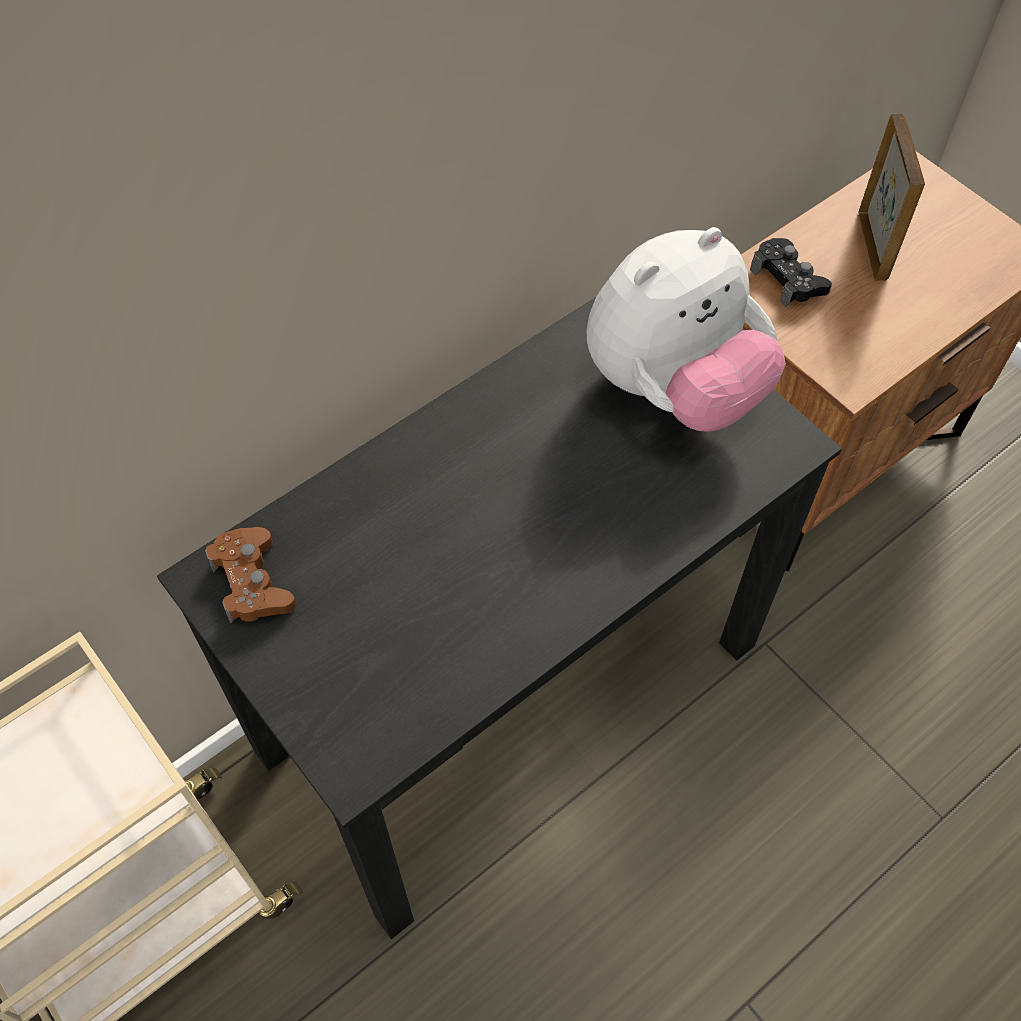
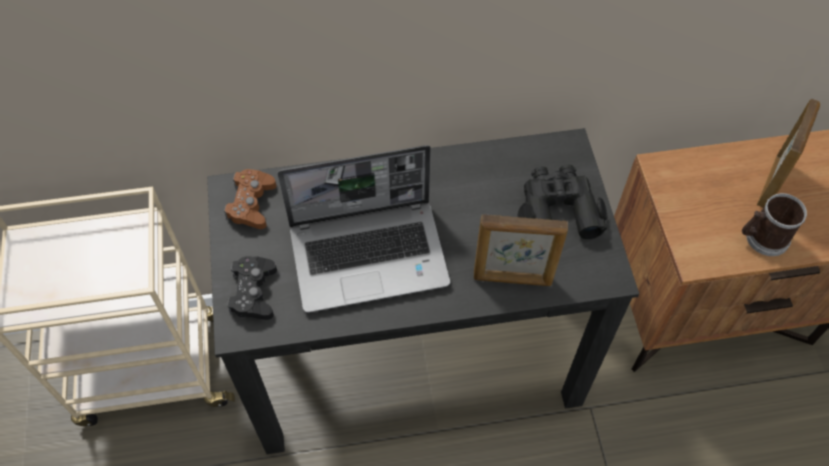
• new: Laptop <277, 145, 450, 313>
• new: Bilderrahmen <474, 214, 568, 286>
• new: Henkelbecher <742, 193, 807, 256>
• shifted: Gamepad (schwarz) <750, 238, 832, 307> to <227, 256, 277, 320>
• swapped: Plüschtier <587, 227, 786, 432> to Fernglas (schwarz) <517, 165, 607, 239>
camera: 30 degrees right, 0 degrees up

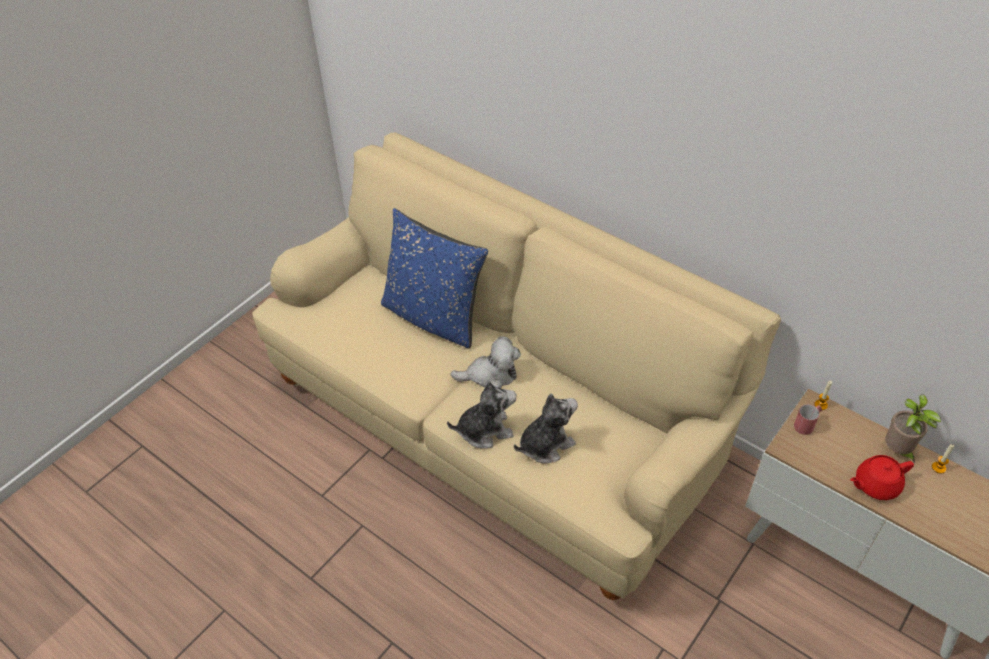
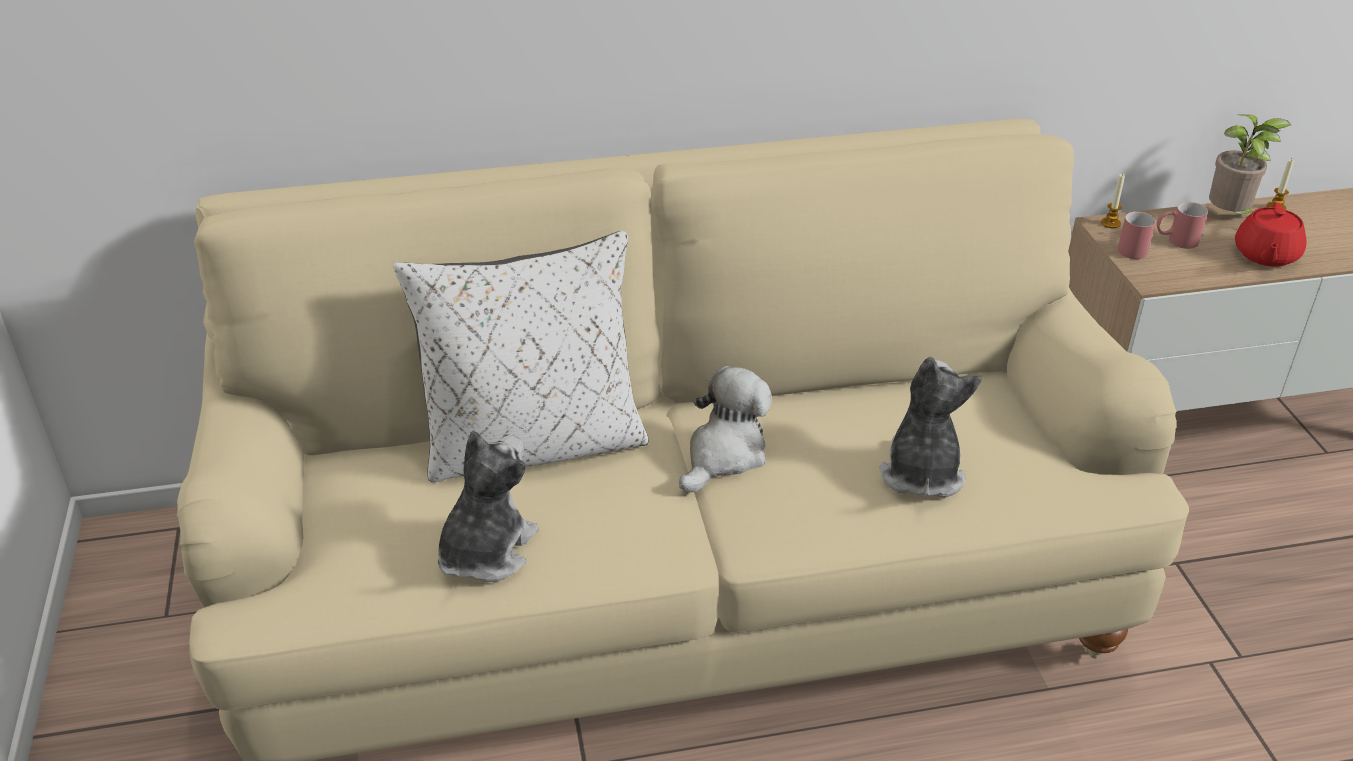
• new: Henkelbecher (rot) <1157, 202, 1208, 249>
• shifted: Plüschtier <447, 380, 517, 448> to <438, 430, 539, 583>
• repainted: Kissen (blau) <381, 208, 488, 349> to Kissen (weiß) <394, 231, 649, 483>
camera: 50 degrees left, 10 degrees down

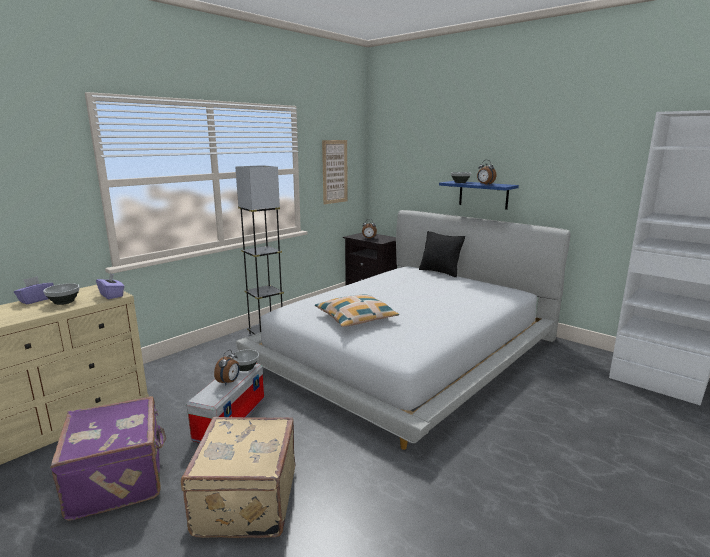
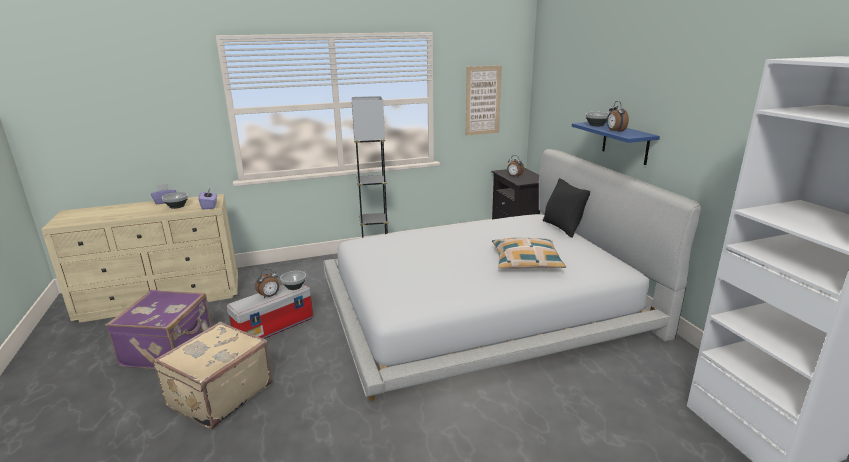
• shifted: Kissen <315, 294, 399, 327> to <492, 238, 566, 268>
camera: 30 degrees right, 5 degrees up

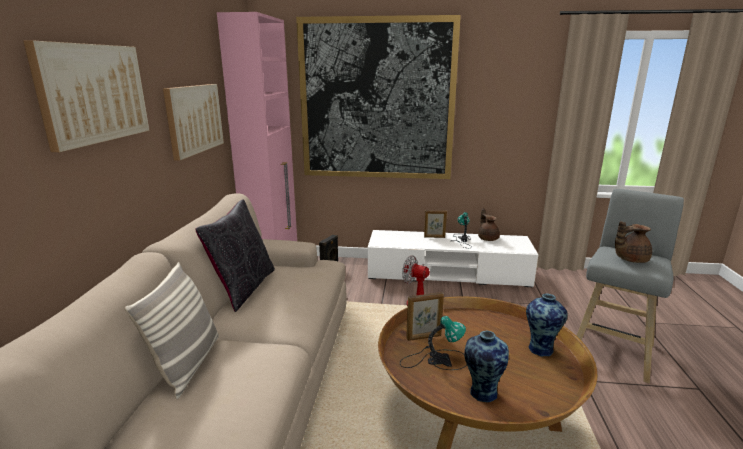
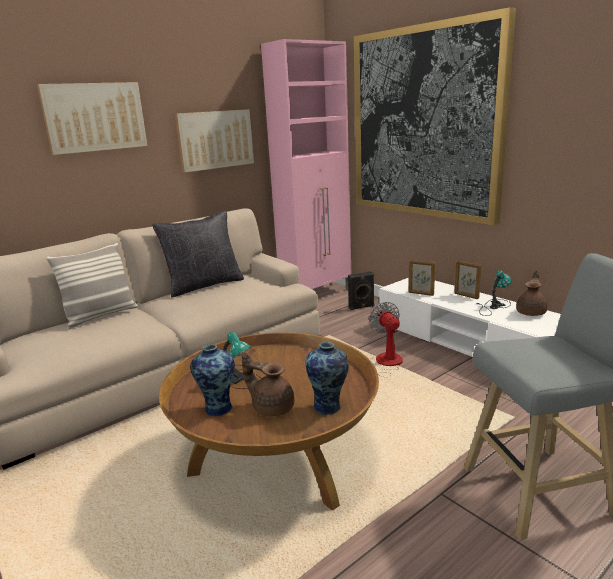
• shifted: Bilderrahmen <406, 292, 444, 341> to <409, 259, 435, 296>
• shifted: Teekanne (braun) <615, 221, 652, 263> to <242, 352, 295, 417>
camera: 45 degrees right, 0 degrees up

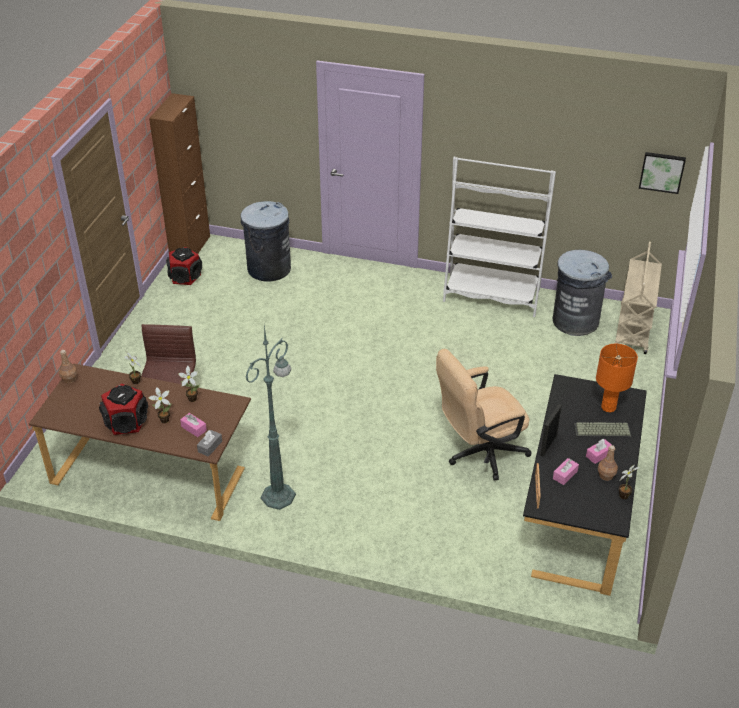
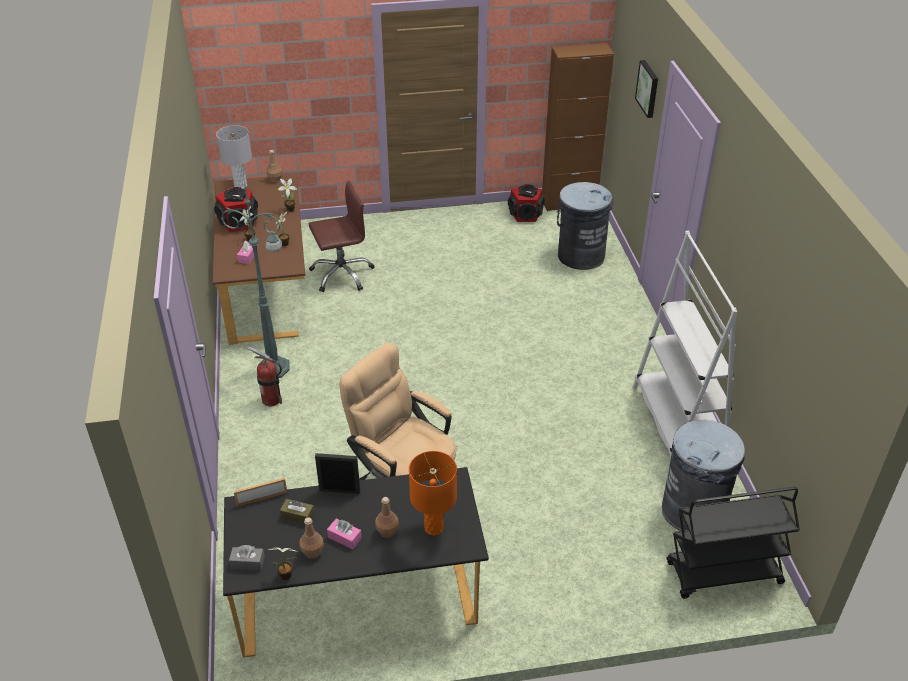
• new: Tischlampe (grau) <216, 125, 252, 189>
• new: Feuerlöscher <247, 346, 282, 406>
• shifted: Taschentuchbox (grau) <197, 430, 222, 457> to <229, 545, 265, 570>
• shifted: Bild <639, 152, 686, 194> to <635, 60, 658, 118>
• swapped: Tastatur <574, 422, 631, 438> to Flasche (braun) <375, 497, 399, 538>
• repainted: Taschentuchbox (rosa) <553, 458, 579, 485> to Taschentuchbox (braun) <280, 499, 315, 524>
• repainted: Rollwagen (beige) <614, 242, 662, 354> to Rollwagen (schwarz) <666, 487, 800, 599>
camera: 65 degrees right, 0 degrees up

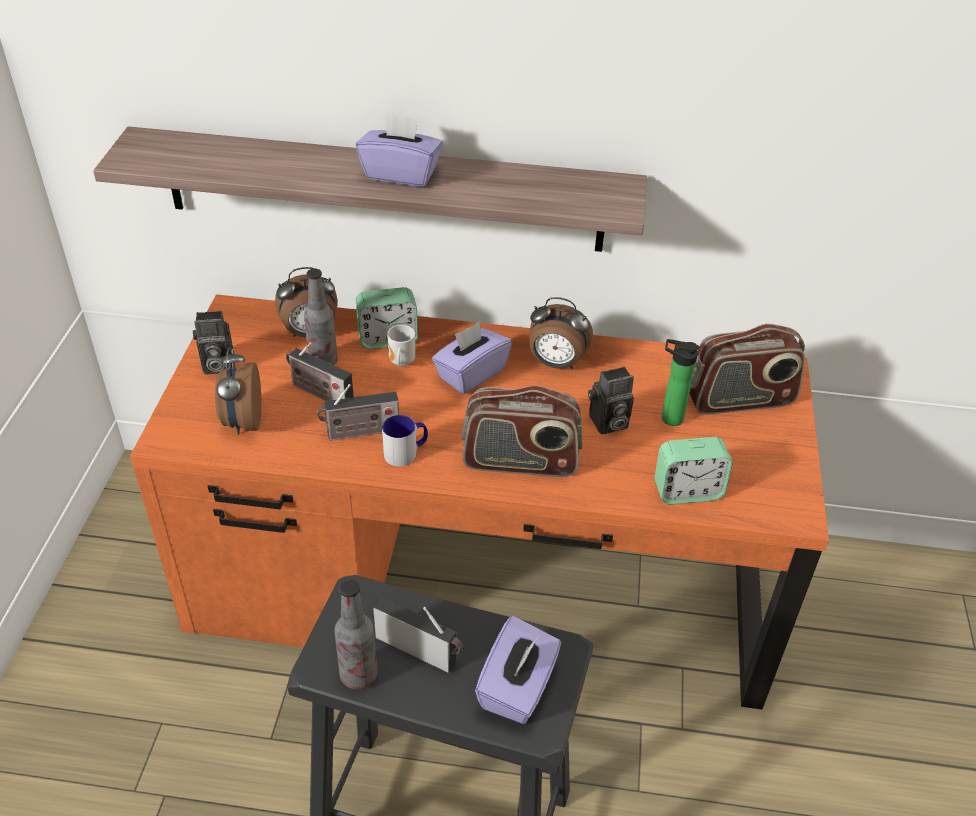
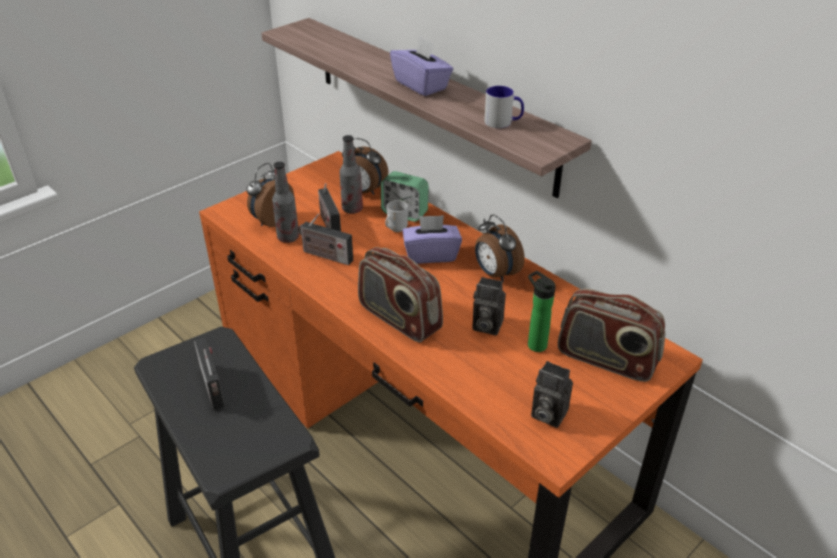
• gone: Taschentuchbox (lila) <475, 616, 561, 724>
• gone: Wecker <654, 437, 733, 504>
• shifted: Kamera <193, 311, 233, 374> to <531, 361, 573, 428>
• shifted: Flasche <334, 580, 378, 689> to <272, 162, 299, 243>
• shifted: Henkelbecher <382, 415, 428, 466> to <484, 86, 524, 128>
camera: 40 degrees right, 5 degrees down

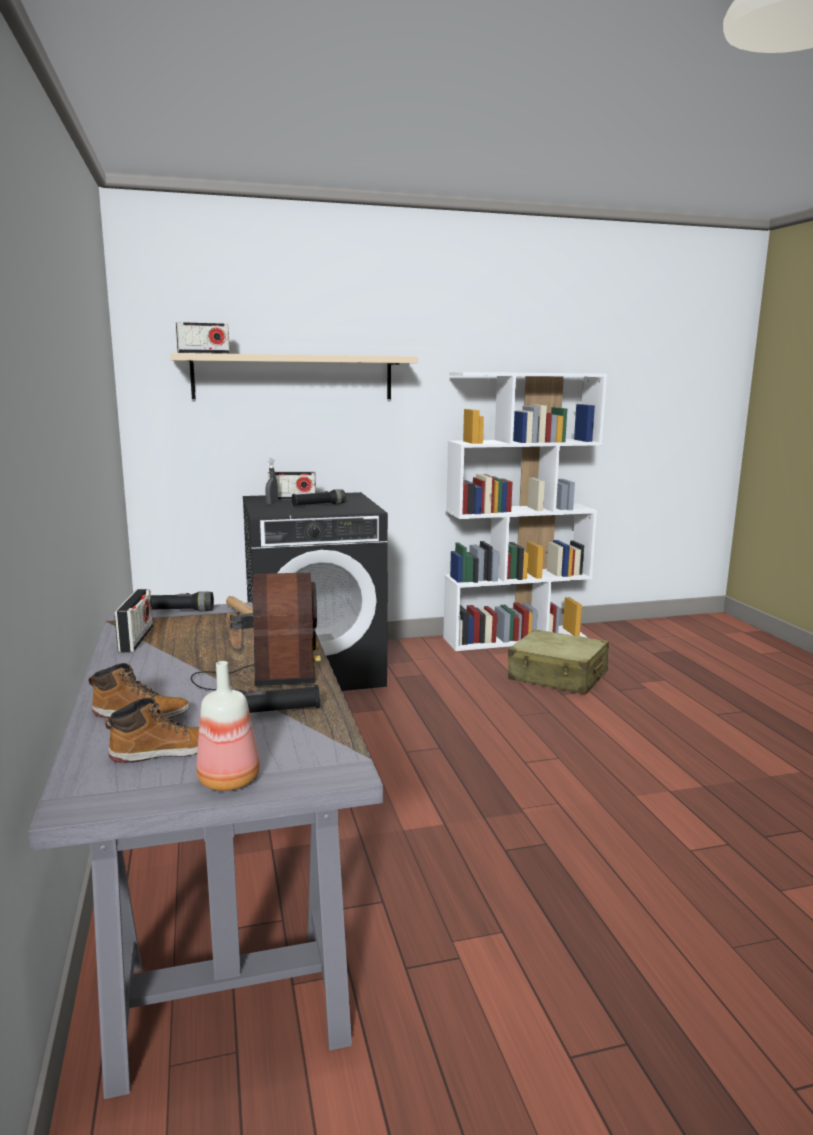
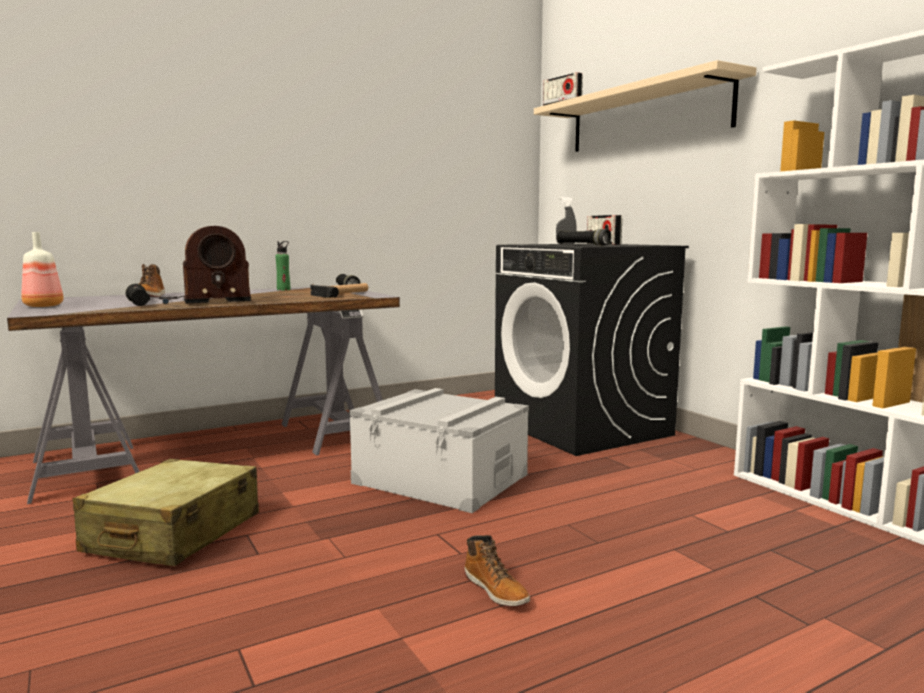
• new: Aufbewahrungsbox (grau) <349, 388, 529, 513>
• shifted: Stiefel <105, 698, 199, 763> to <465, 535, 530, 607>
• shifted: Koffer (beige) <508, 629, 609, 694> to <73, 459, 259, 566>
• swapped: Radio <114, 589, 153, 653> to Flasche (grün) <276, 241, 290, 290>
camera: 75 degrees right, 5 degrees down

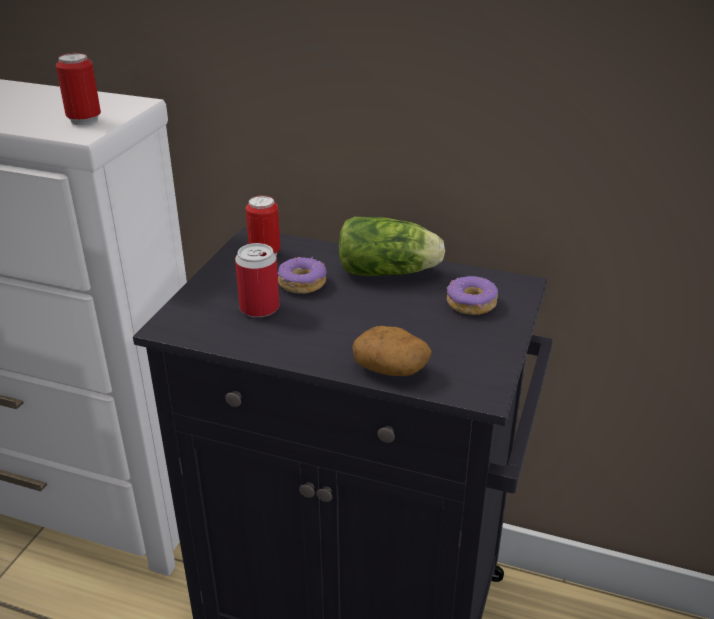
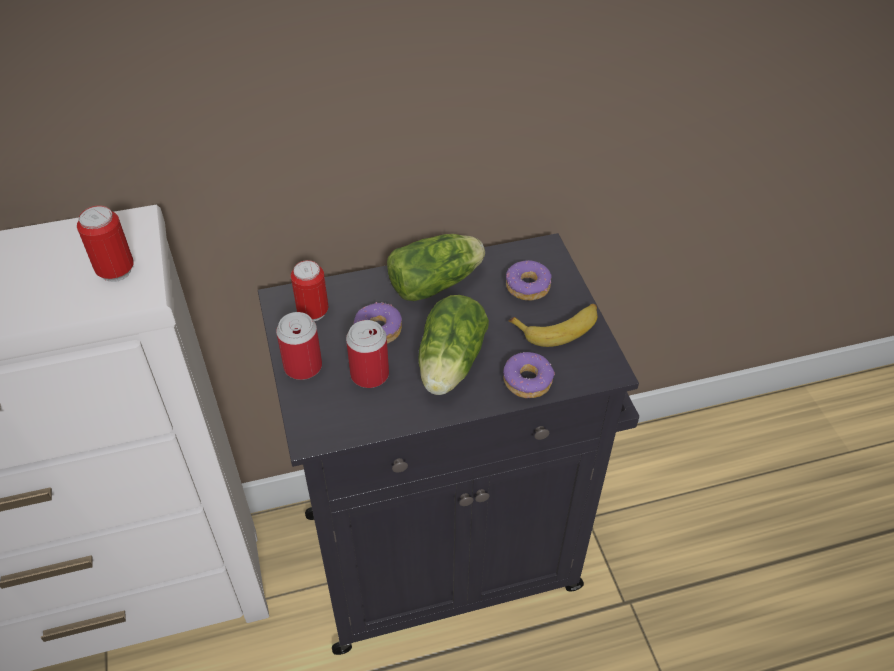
• new: Dose <276, 312, 322, 380>
• new: Salatkopf <418, 295, 489, 395>
• new: Banane <509, 304, 598, 347>
• swapped: Kartoffel <352, 326, 432, 376> to Donut <503, 352, 555, 398>
camera: 35 degrees left, 15 degrees up

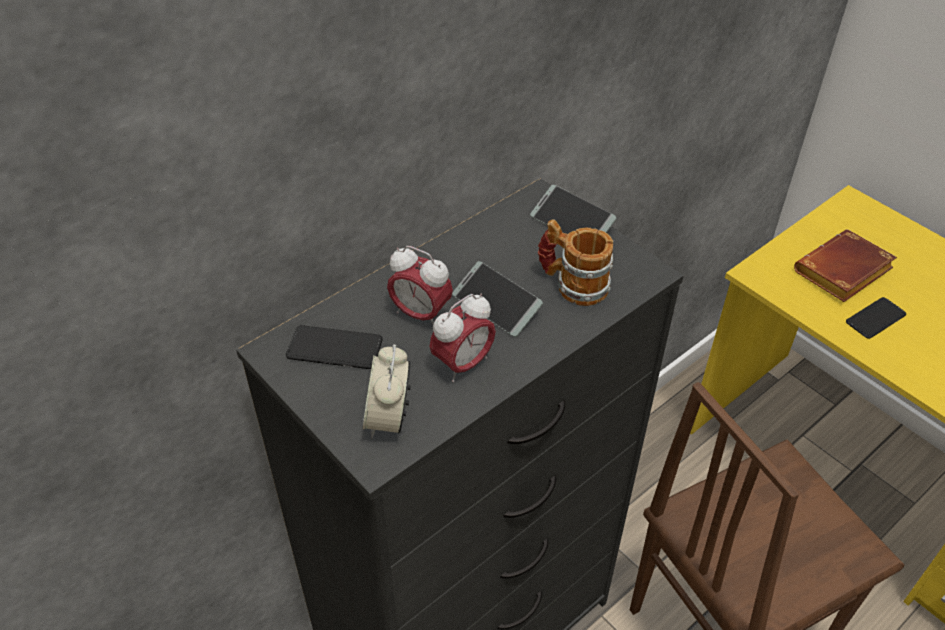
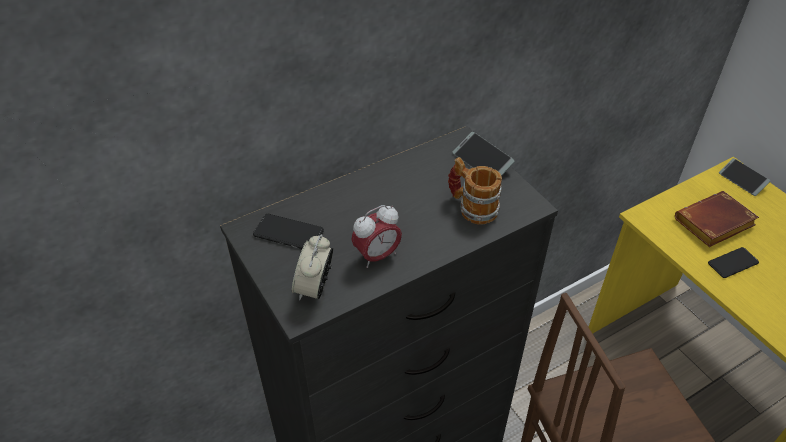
• gone: Wecker <387, 246, 453, 324>
• shifted: Handy <452, 261, 543, 337> to <719, 158, 770, 196>
camera: 10 degrees right, 0 degrees up

